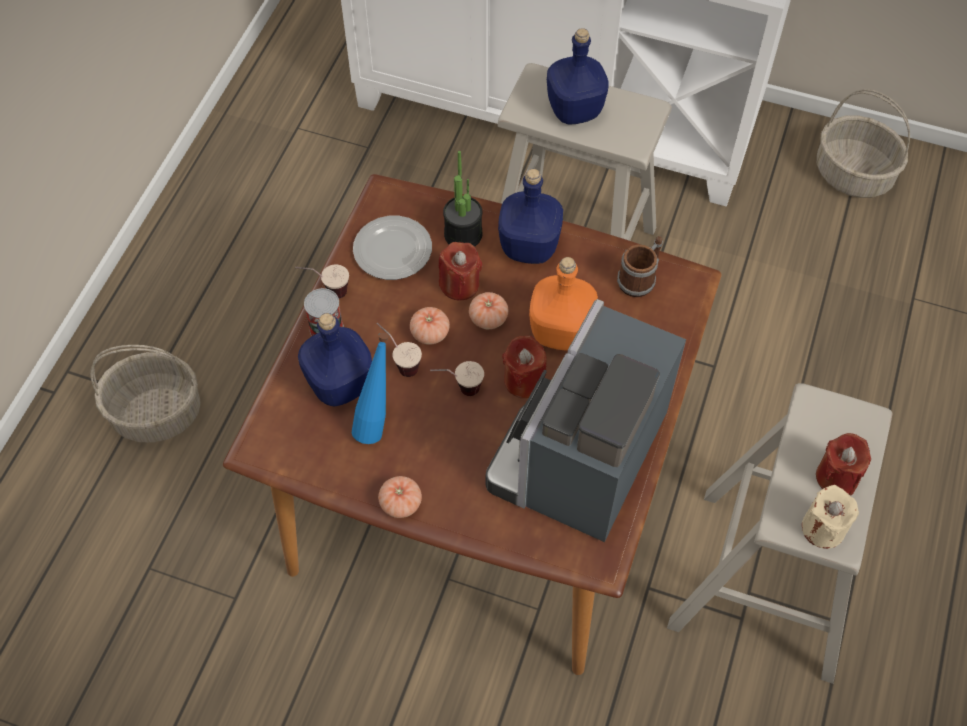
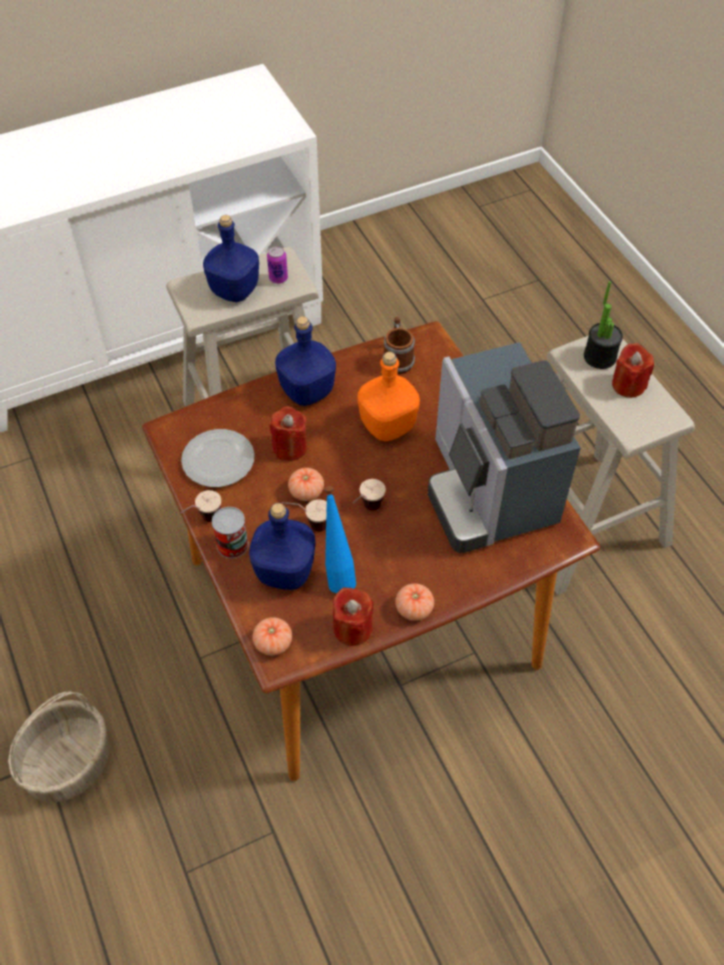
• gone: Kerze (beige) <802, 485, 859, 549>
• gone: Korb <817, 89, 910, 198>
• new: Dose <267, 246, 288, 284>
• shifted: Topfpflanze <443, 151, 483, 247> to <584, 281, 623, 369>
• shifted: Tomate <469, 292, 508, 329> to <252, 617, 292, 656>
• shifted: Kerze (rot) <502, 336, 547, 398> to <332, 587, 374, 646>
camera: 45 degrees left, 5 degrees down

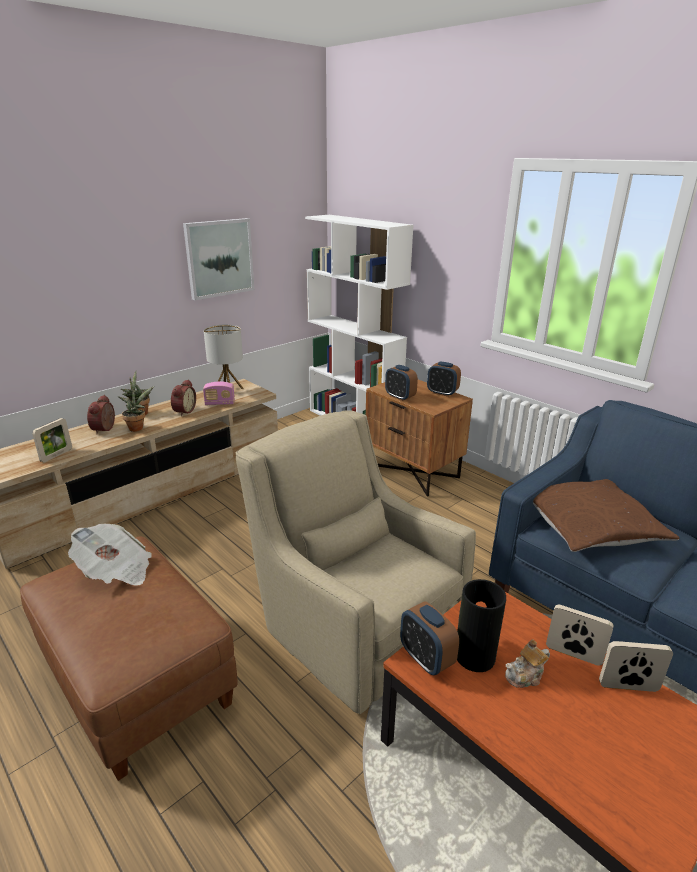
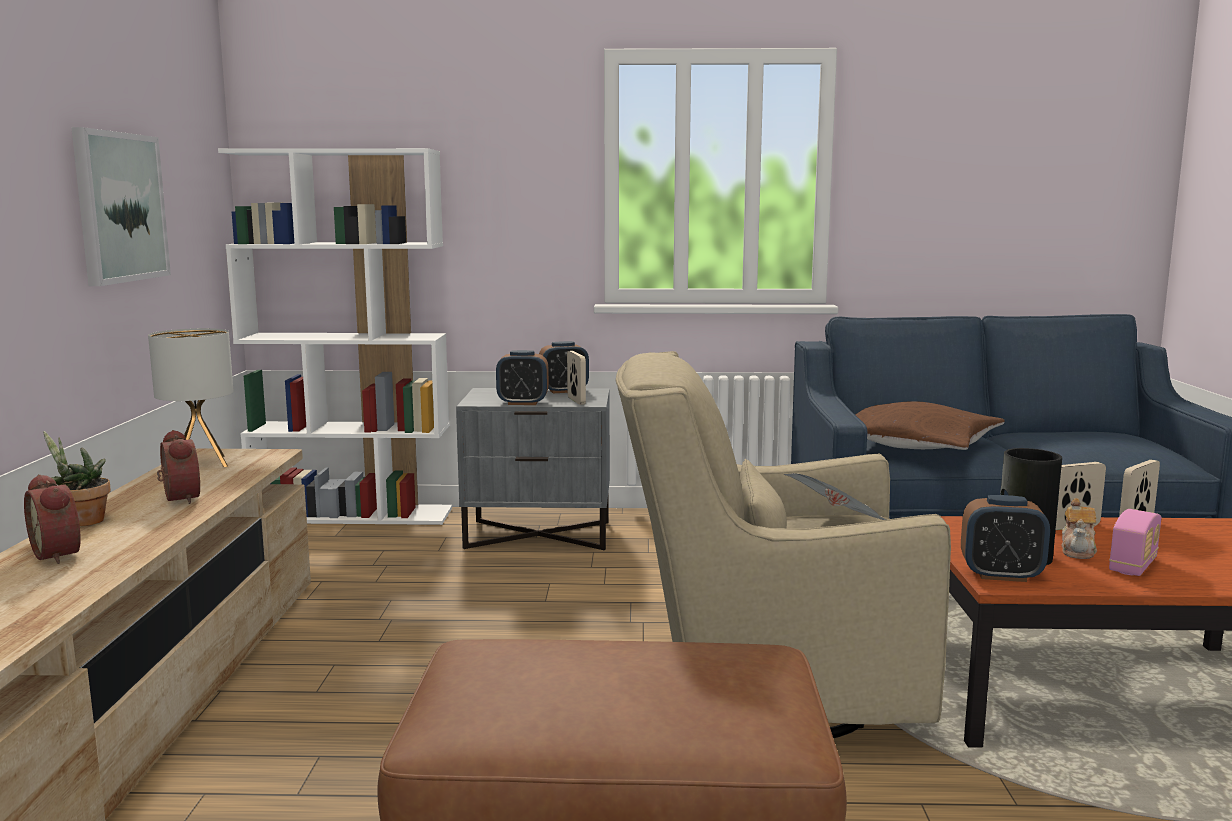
• gone: Topfpflanze <118, 386, 154, 432>
• shifted: Bilderrahmen <32, 418, 72, 462> to <567, 351, 586, 405>
• shifted: Zeitung <68, 524, 152, 586> to <783, 473, 887, 520>
• shifted: Radio <203, 381, 235, 405> to <1109, 509, 1162, 576>
• repainted: Nachttisch (braun) <366, 380, 473, 496> to Nachttisch (grau) <456, 388, 610, 550>
camera: 45 degrees left, 15 degrees down

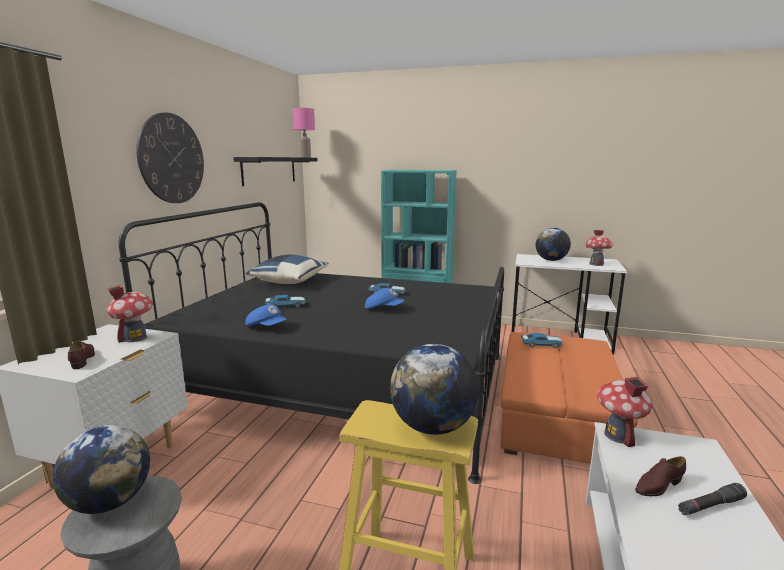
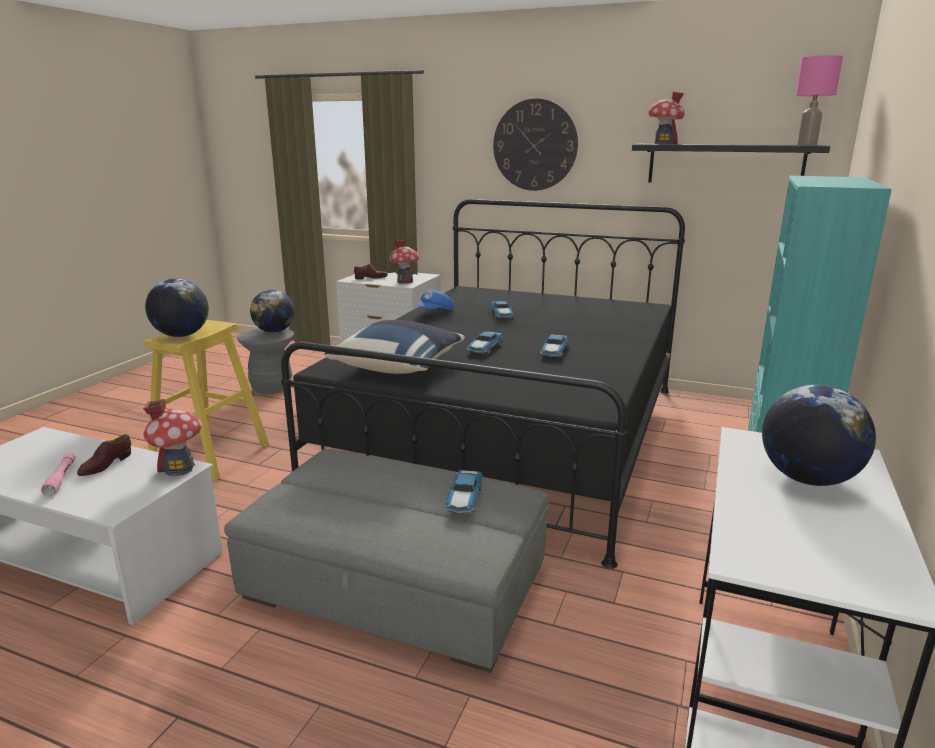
• shifted: Kissen (blau) <246, 255, 329, 284> to <324, 320, 465, 374>
• shifted: Spielzeughaus <586, 230, 613, 266> to <648, 92, 685, 144>
• swapped: Kappe (blau) <365, 288, 405, 309> to Spielzeugauto <467, 332, 503, 354>
• repainted: Polsterhocker (orange) <500, 332, 638, 464> to Polsterhocker (grau) <224, 449, 549, 673>
• repainted: Taschenlampe (schwarz) <678, 483, 747, 516> to Taschenlampe (rosa) <41, 453, 76, 496>
• rotated: Schuh (braun) <635, 456, 686, 496> = <77, 434, 131, 476> 135 degrees counterclockwise
camera: 95 degrees right, 5 degrees up

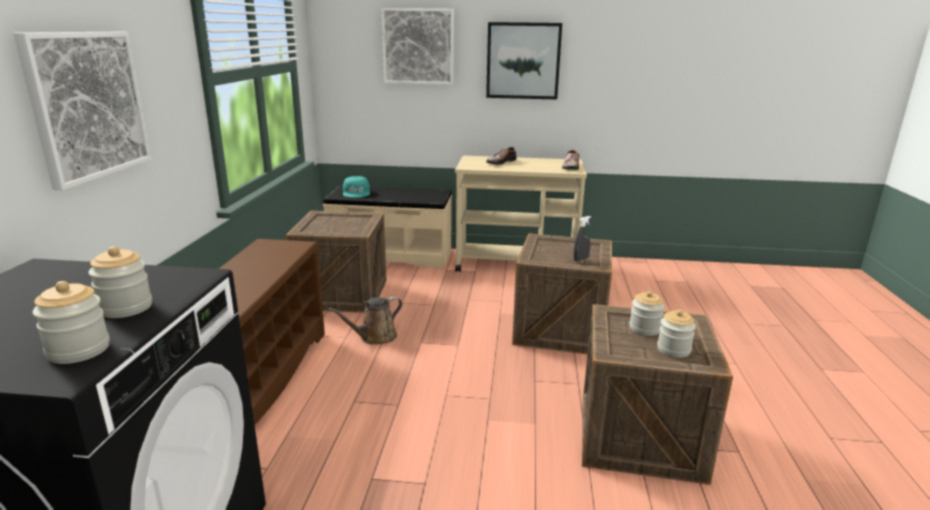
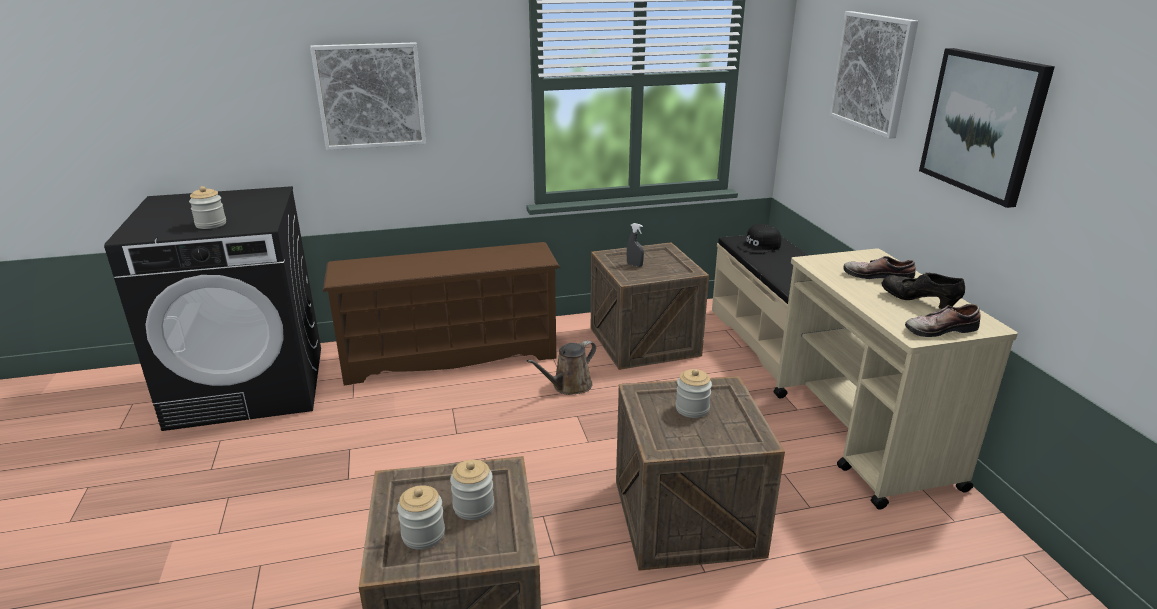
• new: Schuh (schwarz) <882, 272, 965, 309>
• shifted: Vorratsglas <33, 281, 110, 364> to <676, 369, 712, 418>
• shifted: Sprühflasche (grau) <574, 216, 591, 261> to <626, 223, 644, 267>
• repainted: Kappe (türkis) <343, 176, 370, 197> to Kappe (schwarz) <737, 224, 781, 253>
• rotated: Gießkanne (braun) <328, 296, 402, 344> = <527, 340, 596, 395> 75 degrees counterclockwise
camera: 70 degrees right, 5 degrees up

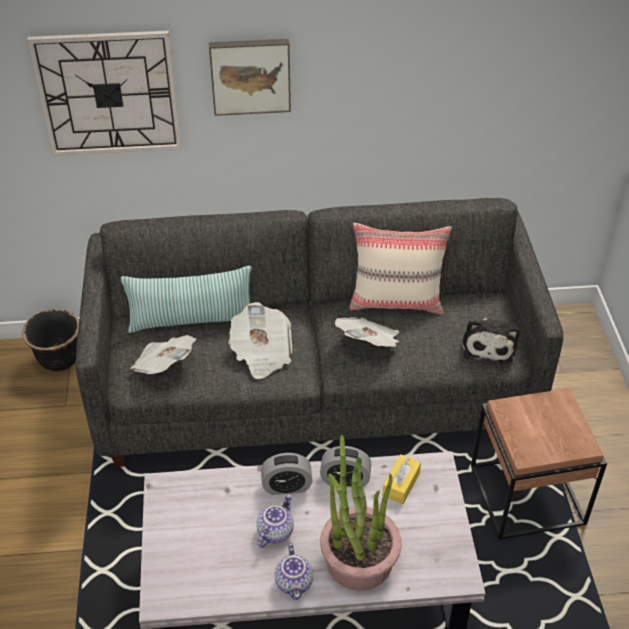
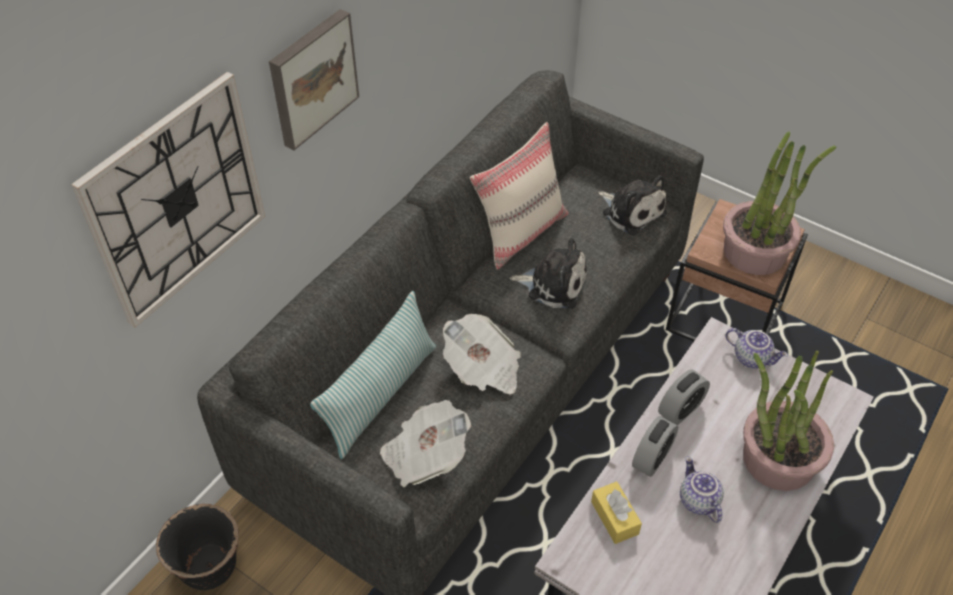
• new: Topfpflanze <723, 132, 836, 275>
• shifted: Teekanne <275, 543, 313, 600> to <725, 328, 788, 368>
• shifted: Taschentuchbox (gelb) <382, 454, 421, 504> to <591, 481, 642, 544>
• swapped: Zeitung <335, 317, 399, 347> to Plüschtier <510, 238, 587, 308>
camera: 50 degrees left, 5 degrees up

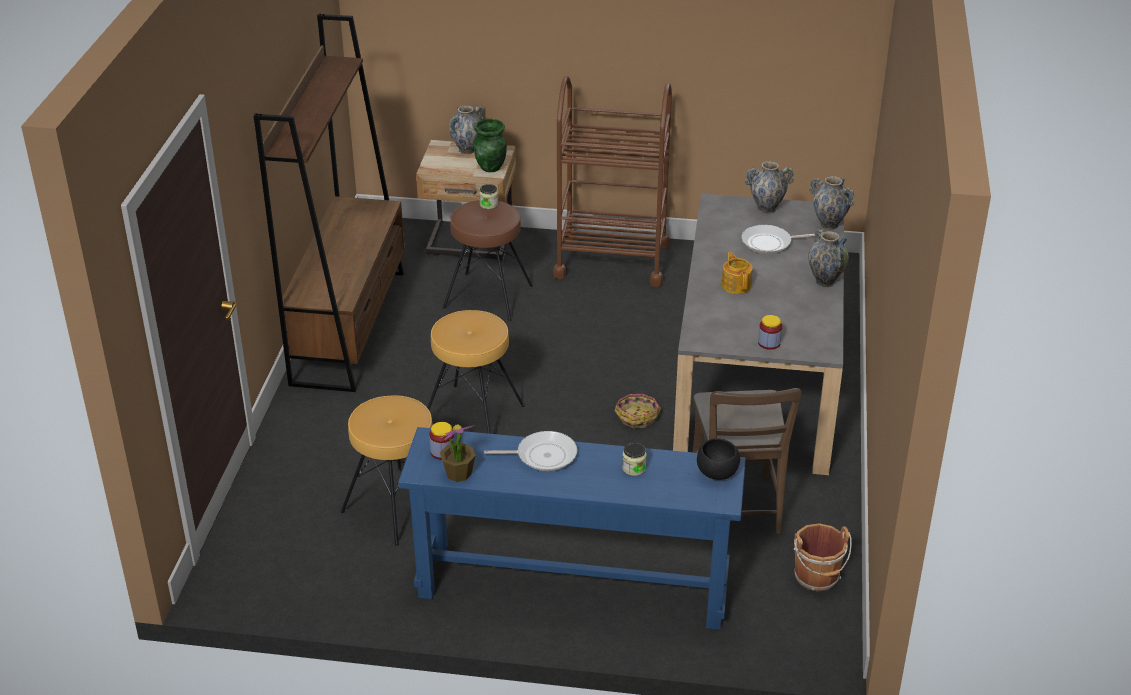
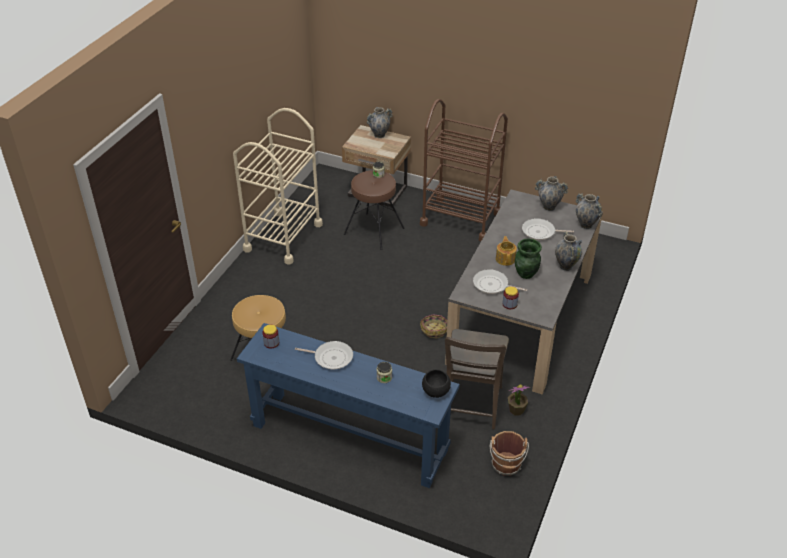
• gone: Hocker (braun) <427, 310, 525, 434>
• new: Pfanne <473, 269, 528, 294>
• shifted: Topfpflanze <440, 425, 476, 482> to <508, 384, 530, 415>
• shifted: Vase (grün) <474, 119, 507, 172> to <515, 238, 542, 279>
• swapped: Bücherregal (braun) <253, 14, 405, 392> to Rollwagen (beige) <233, 108, 323, 265>
camera: 15 degrees right, 5 degrees up

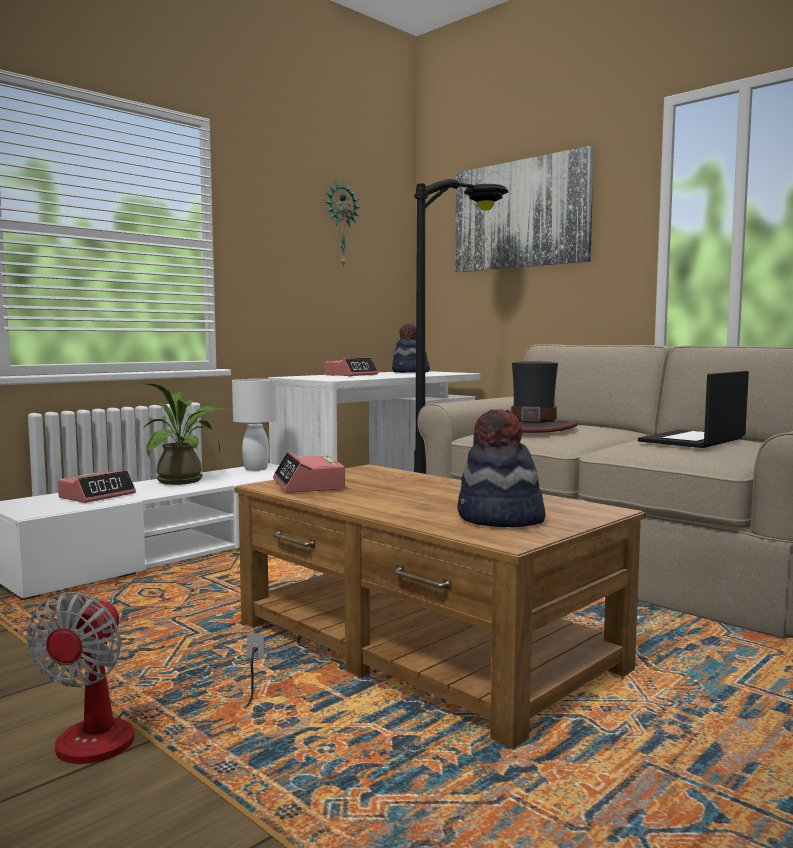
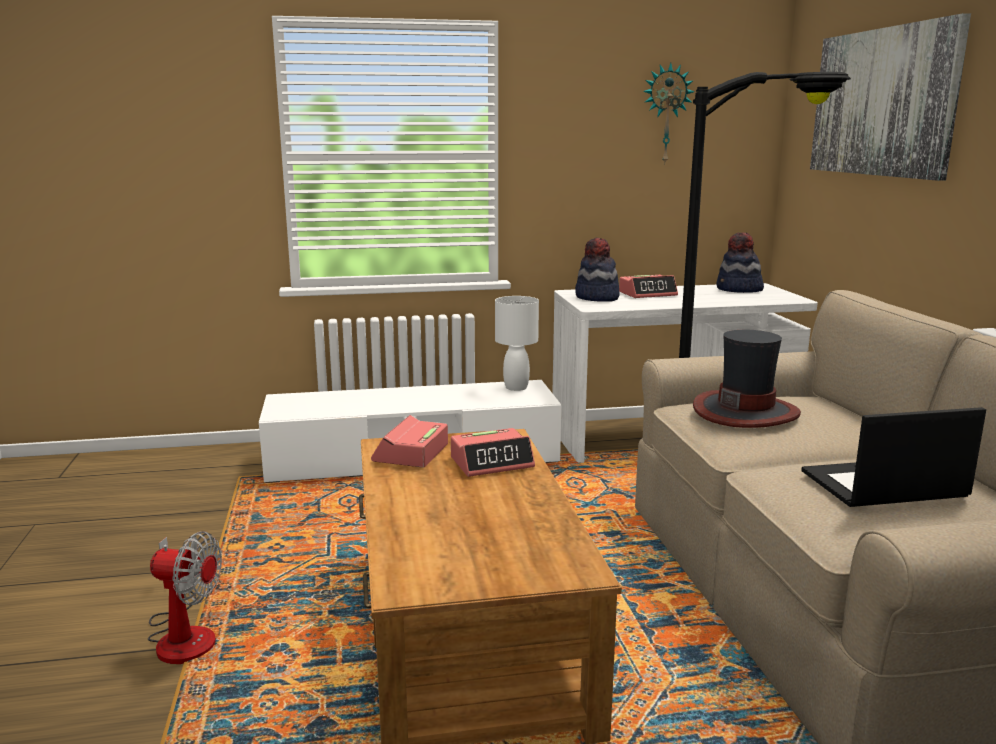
• gone: Topfpflanze <138, 383, 231, 485>
• shifted: Wecker <58, 470, 136, 503> to <451, 428, 535, 477>
• shifted: Hut <457, 409, 546, 527> to <575, 238, 620, 302>
• rotated: Ventilator <26, 592, 264, 764> = <148, 531, 222, 664> 120 degrees counterclockwise
camera: 35 degrees right, 10 degrees up

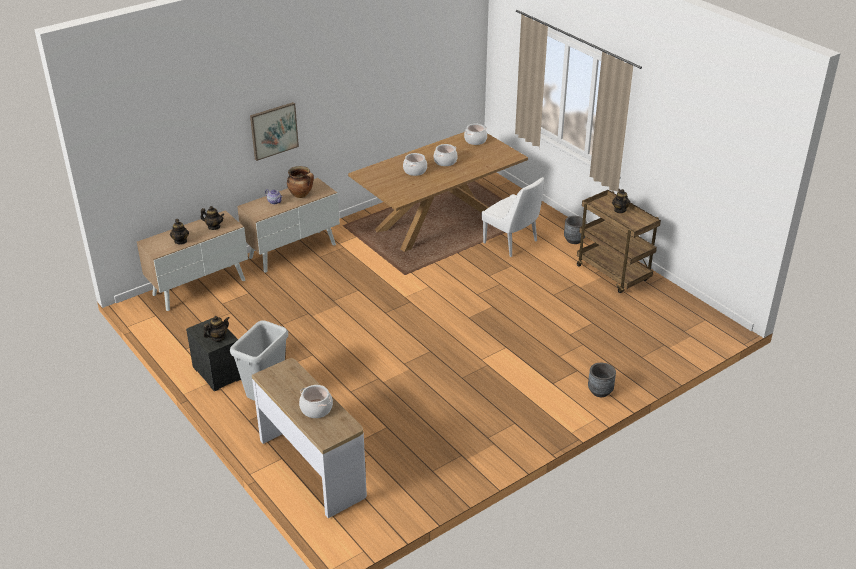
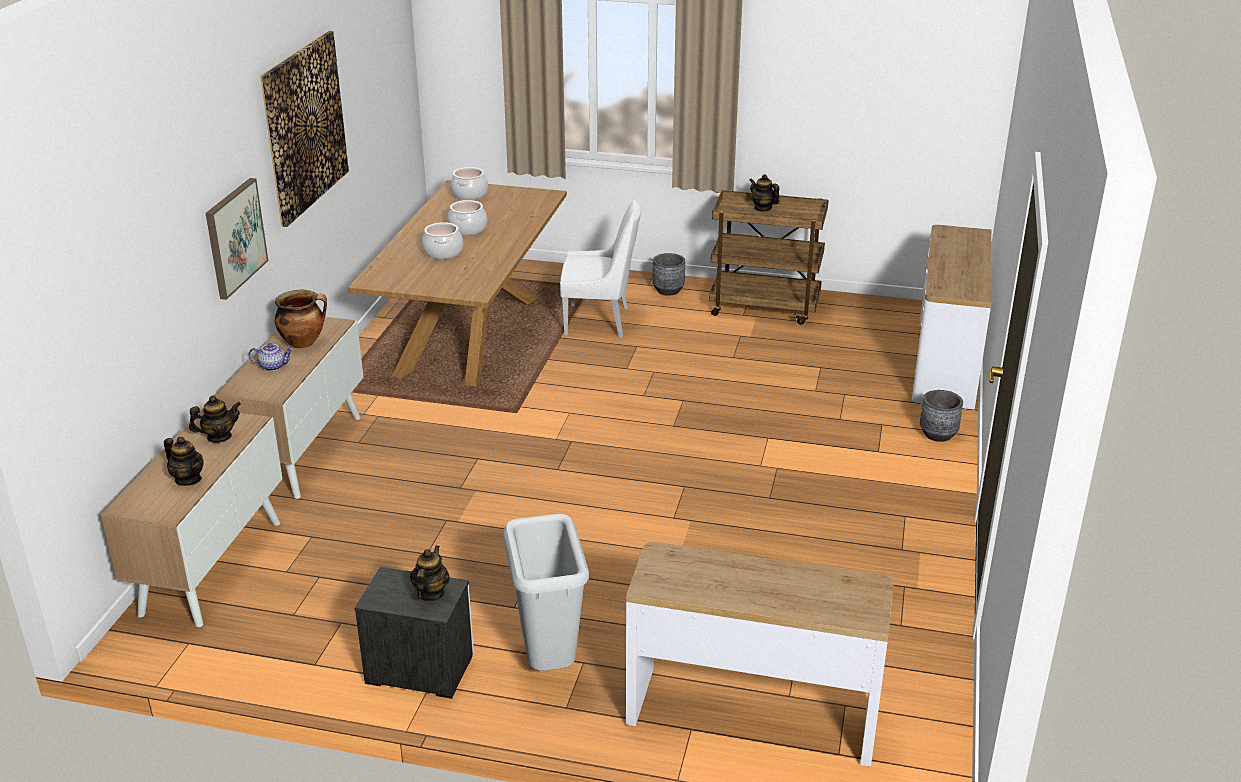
• gone: Kochtopf <299, 385, 333, 418>
• new: Bild <260, 31, 349, 227>
• new: Konsolentisch <912, 225, 992, 410>
camera: 40 degrees left, 5 degrees down

